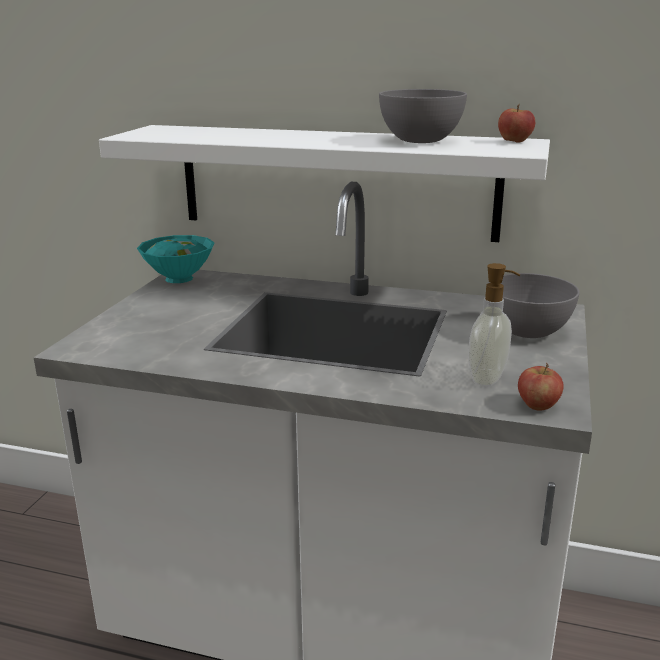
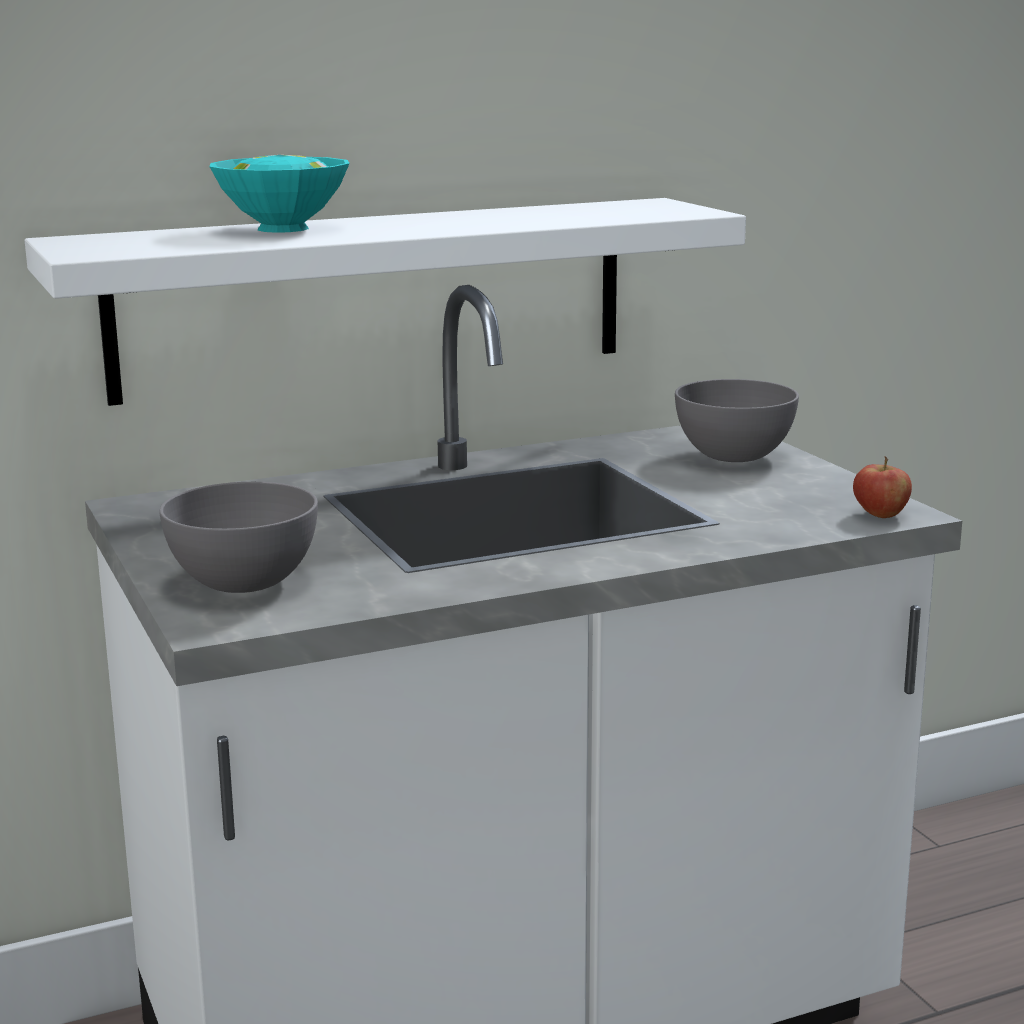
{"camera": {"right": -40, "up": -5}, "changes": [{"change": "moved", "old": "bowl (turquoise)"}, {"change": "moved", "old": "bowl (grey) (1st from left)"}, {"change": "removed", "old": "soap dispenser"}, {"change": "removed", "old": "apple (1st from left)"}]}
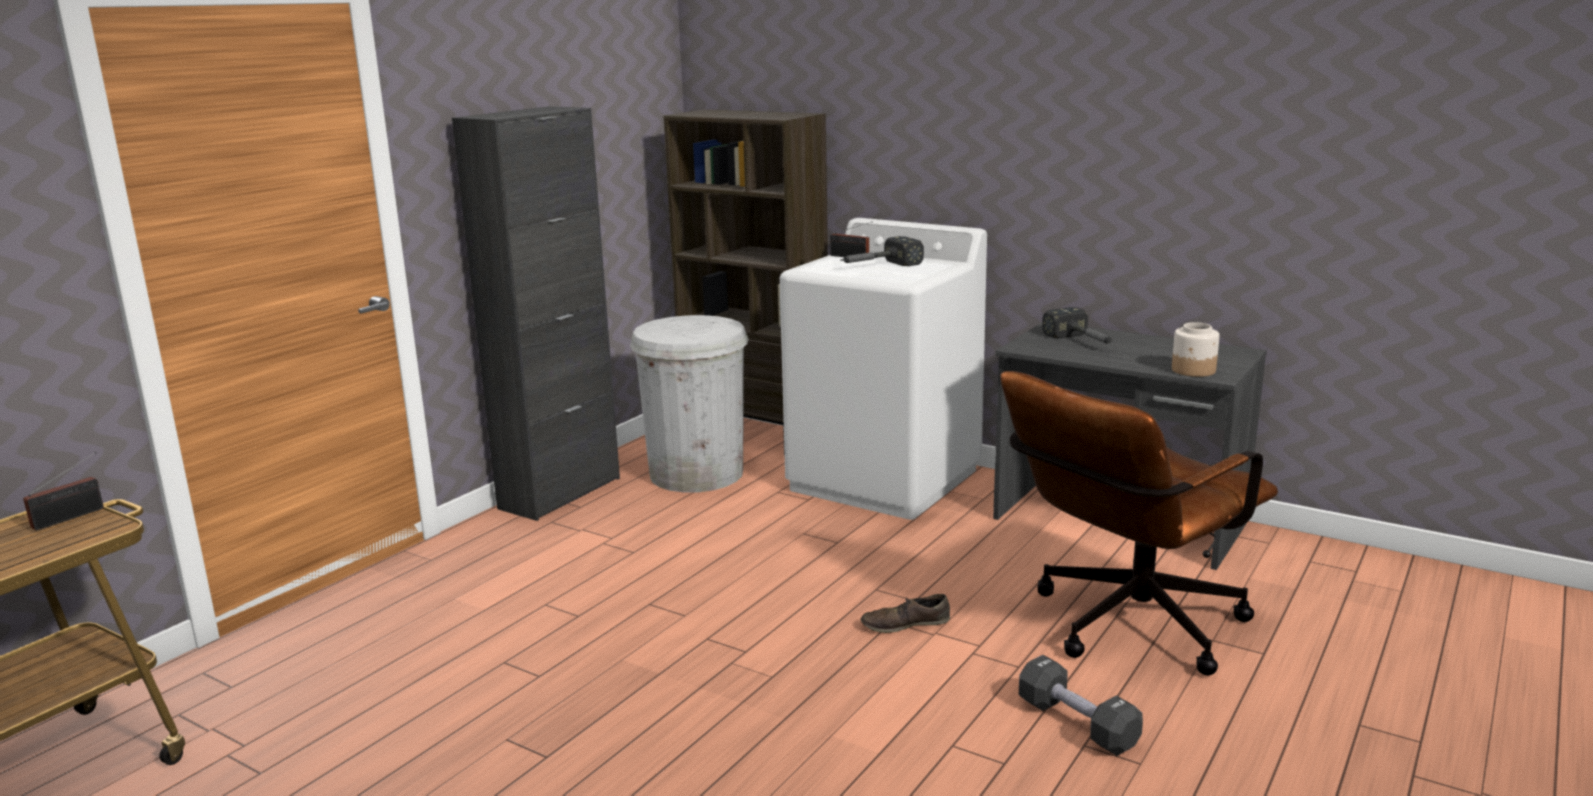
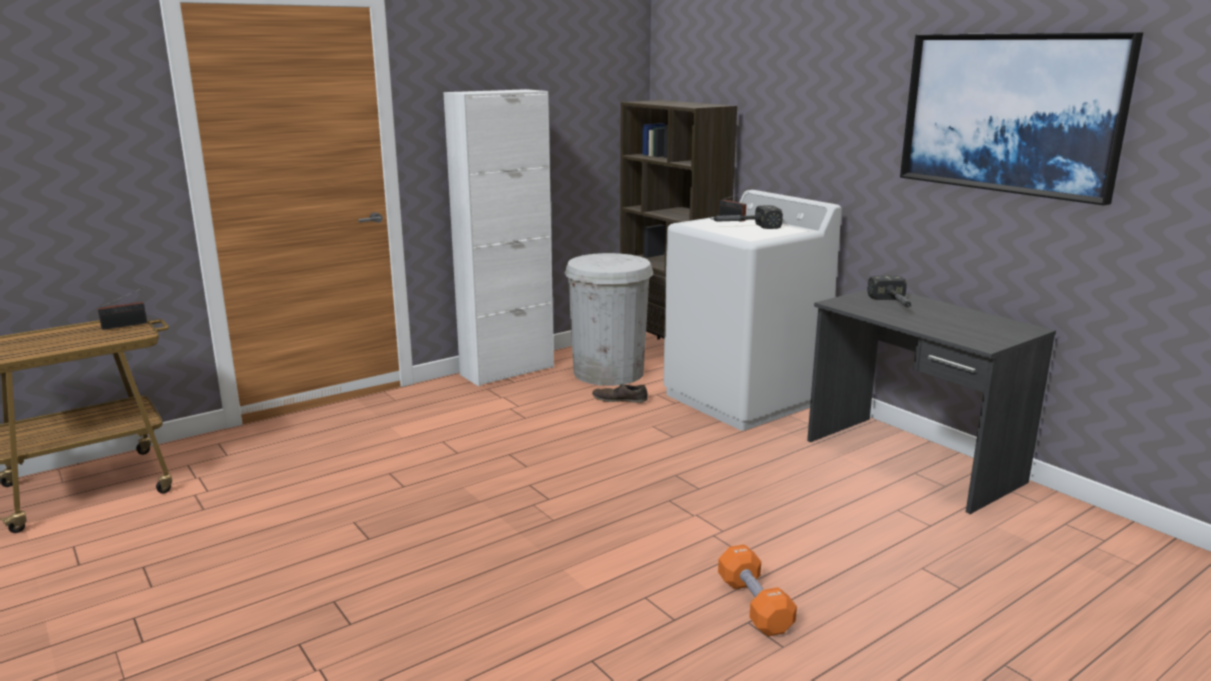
{"camera": {"right": 20, "up": 0}, "changes": [{"change": "recoloured", "old": "cabinet (black)", "new": "cabinet (white)"}, {"change": "moved", "old": "shoe (brown)"}, {"change": "removed", "old": "office chair (brown)"}, {"change": "recoloured", "old": "dumbbell (black)", "new": "dumbbell (orange)"}, {"change": "removed", "old": "jar"}, {"change": "added", "new": "picture"}]}
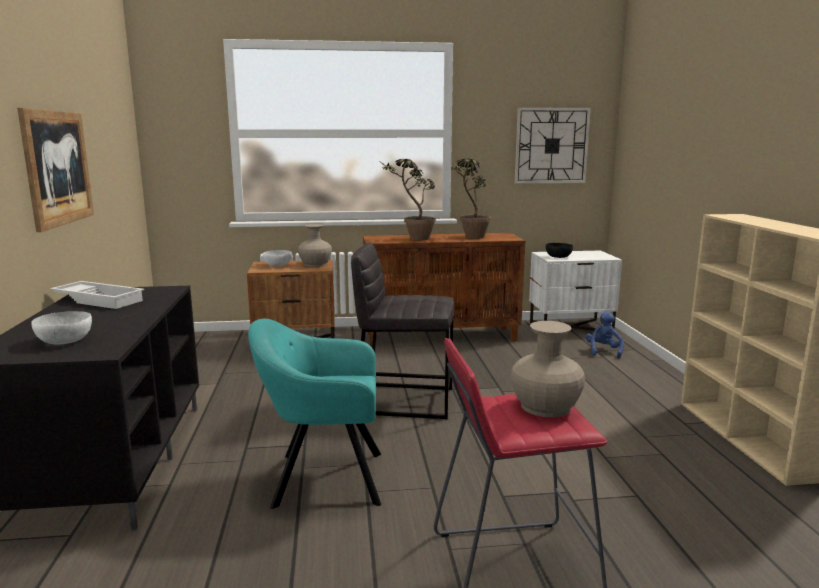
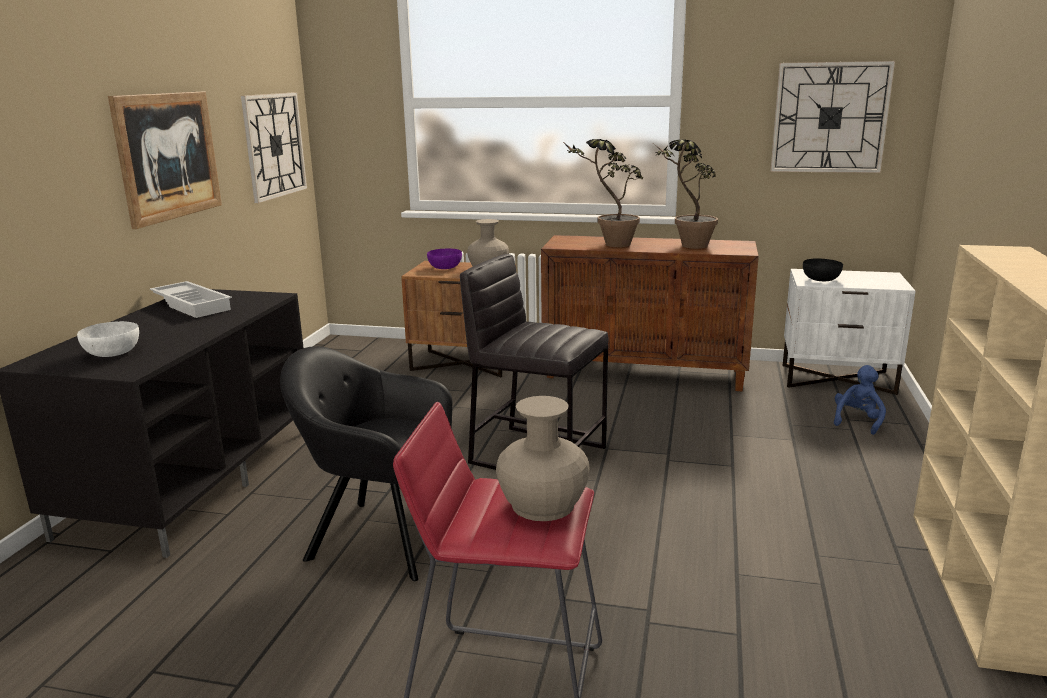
{"camera": {"right": 20, "up": 5}, "changes": [{"change": "recoloured", "old": "armchair (turquoise)", "new": "armchair (black)"}, {"change": "recoloured", "old": "bowl (white) (2nd from left)", "new": "bowl (purple)"}, {"change": "added", "new": "wall clock (1st from left)"}]}
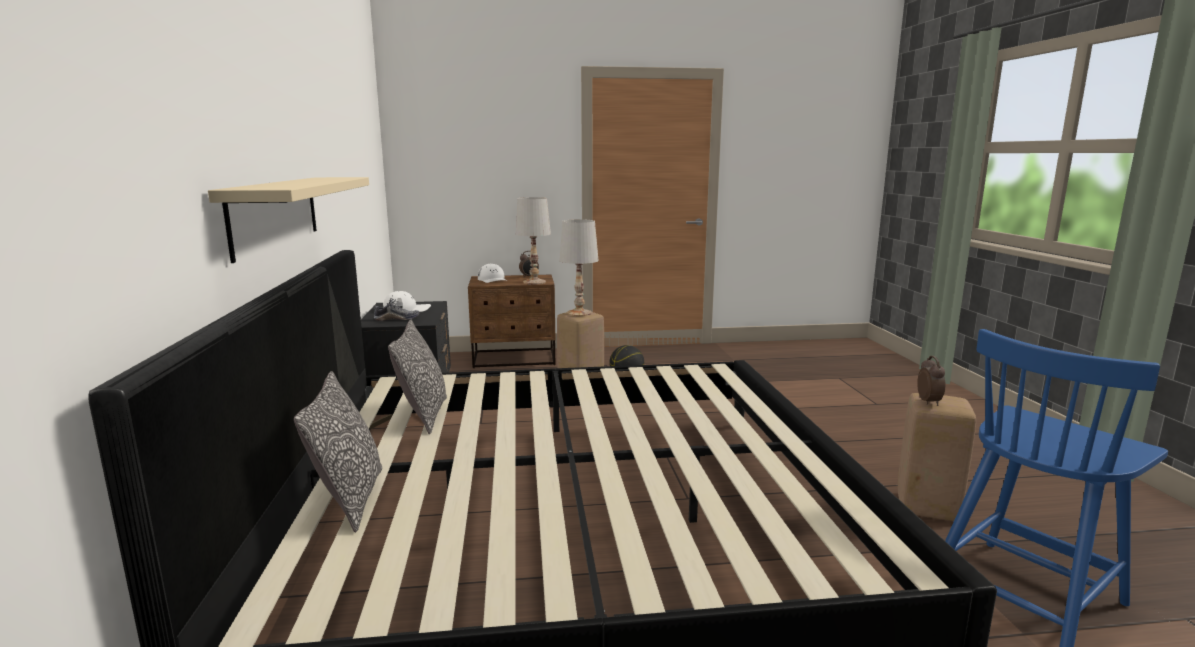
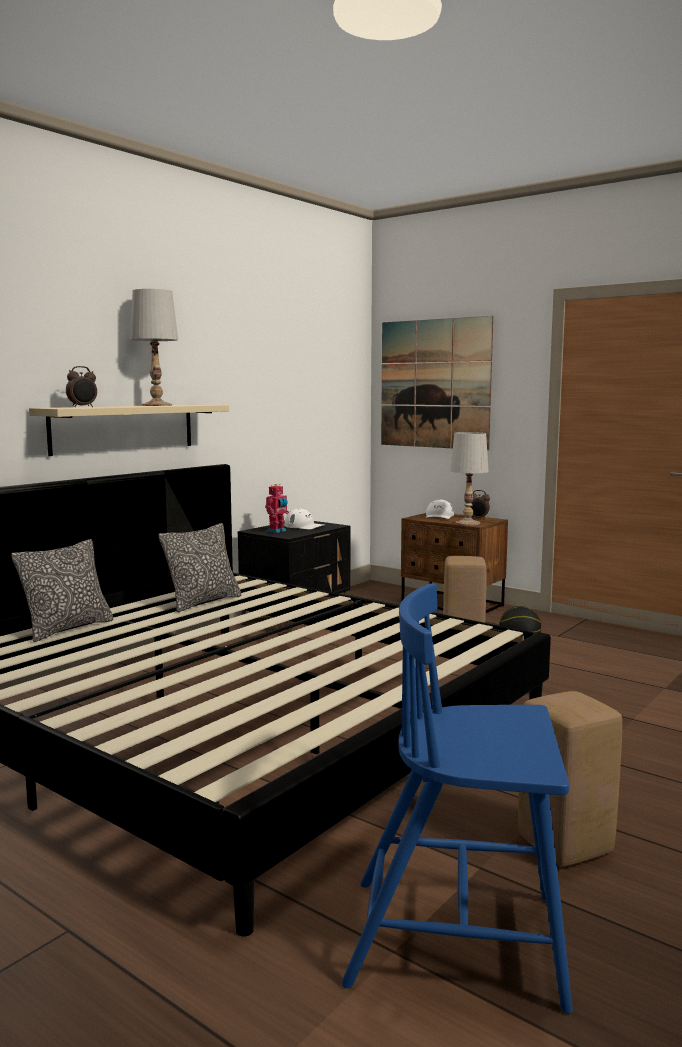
{"camera": {"right": 45, "up": -5}, "changes": [{"change": "replaced", "old": "shoe", "new": "toy robot"}, {"change": "moved", "old": "table lamp (white) (2nd from left in the first image)", "new": "table lamp (white) (1st from left)"}, {"change": "moved", "old": "alarm clock (2nd from left in the first image)", "new": "alarm clock (1st from left)"}, {"change": "added", "new": "picture"}]}
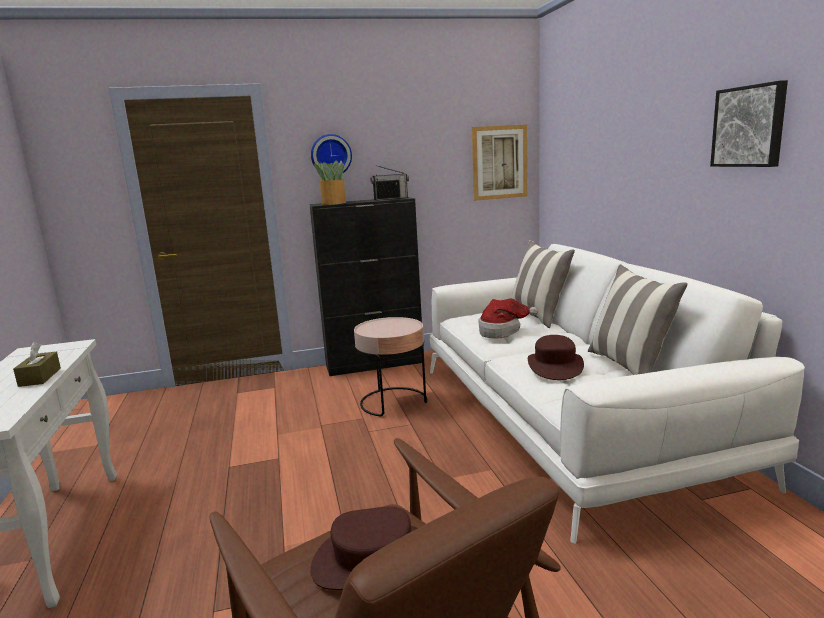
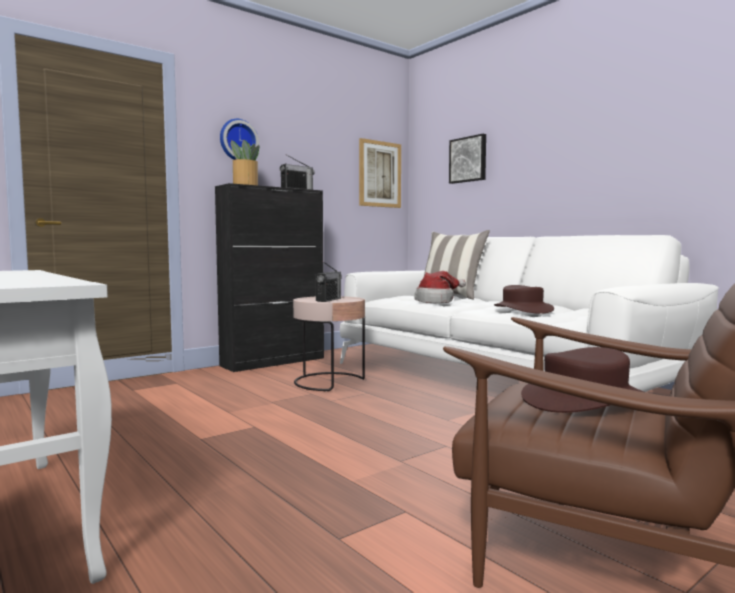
{"camera": {"right": -25, "up": -10}, "changes": [{"change": "removed", "old": "tissue box (brown)"}, {"change": "removed", "old": "pillow (2nd from left)"}, {"change": "moved", "old": "picture (2nd from left)"}, {"change": "added", "new": "radio (2nd from left)"}]}
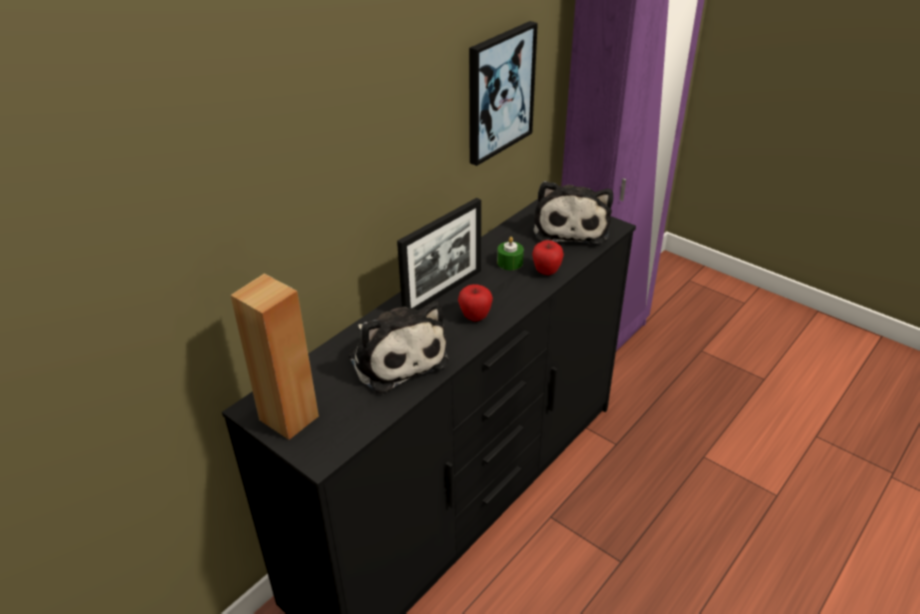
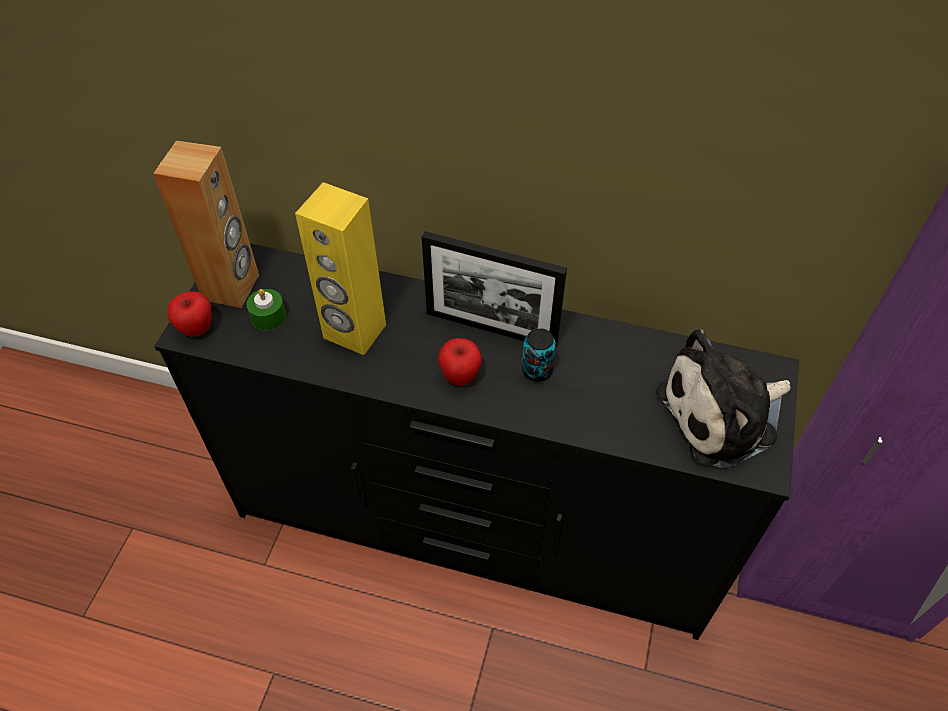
{"camera": {"right": 65, "up": 15}, "changes": [{"change": "replaced", "old": "plush toy (1st from left)", "new": "speaker (yellow)"}, {"change": "removed", "old": "picture"}, {"change": "moved", "old": "candle (green)"}, {"change": "moved", "old": "apple (2nd from left in the first image)", "new": "apple (1st from left)"}, {"change": "added", "new": "can"}]}
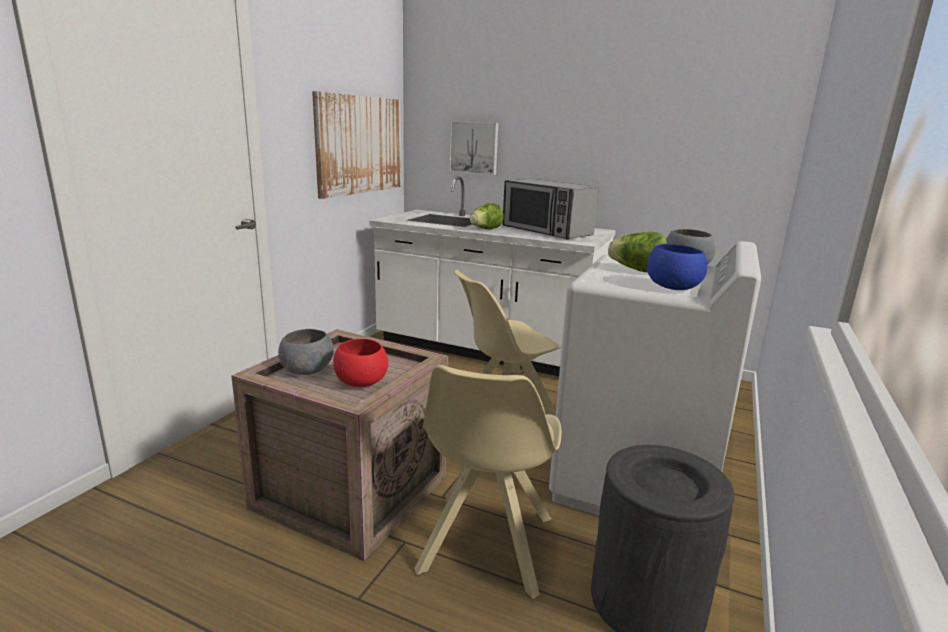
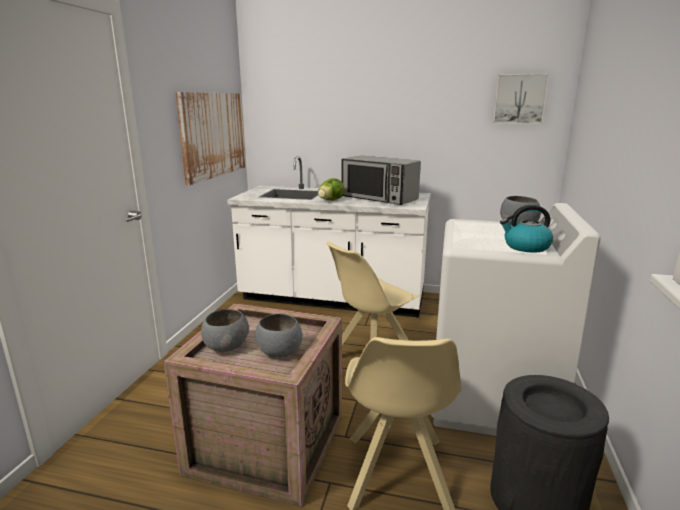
{"camera": {"right": -10, "up": 0}, "changes": [{"change": "recoloured", "old": "bowl (red)", "new": "bowl (grey) (2nd from left)"}, {"change": "moved", "old": "picture (2nd from left)"}, {"change": "removed", "old": "lettuce (2nd from left)"}, {"change": "replaced", "old": "bowl (blue)", "new": "kettle"}]}
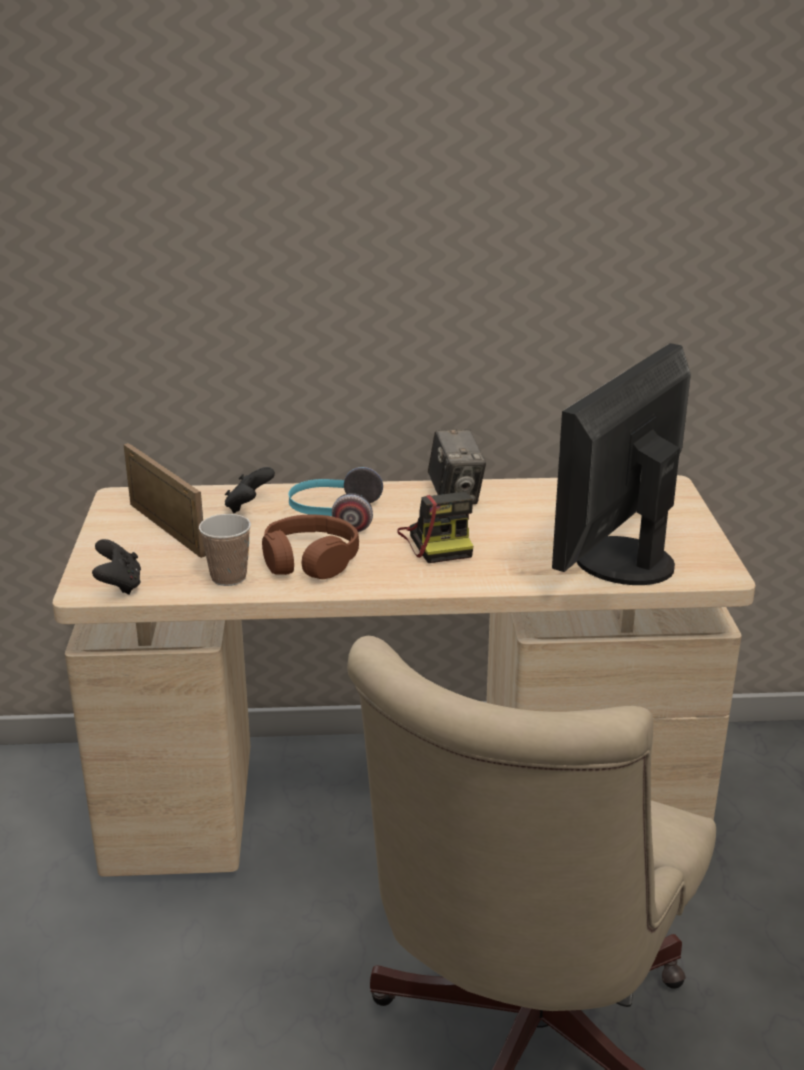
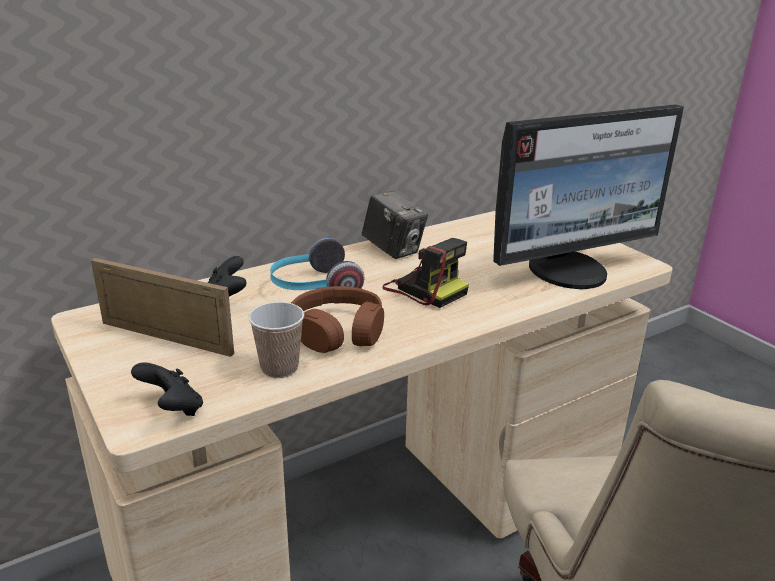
{"camera": {"right": -30, "up": 0}, "changes": [{"change": "turned", "old": "monitor", "degrees": -120}]}
